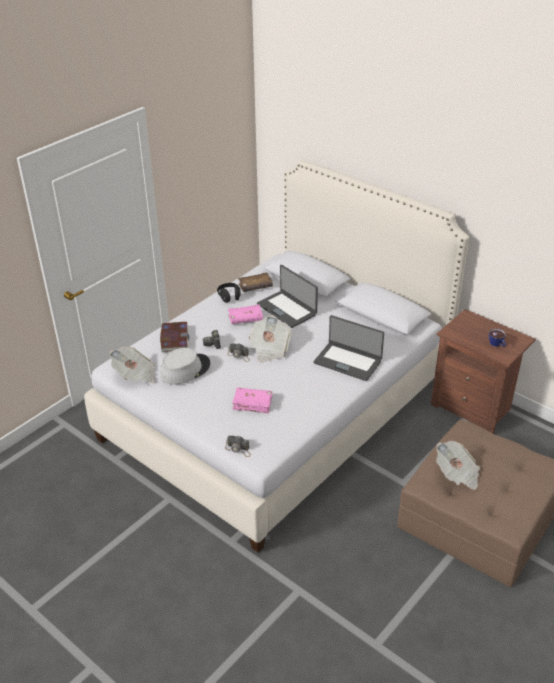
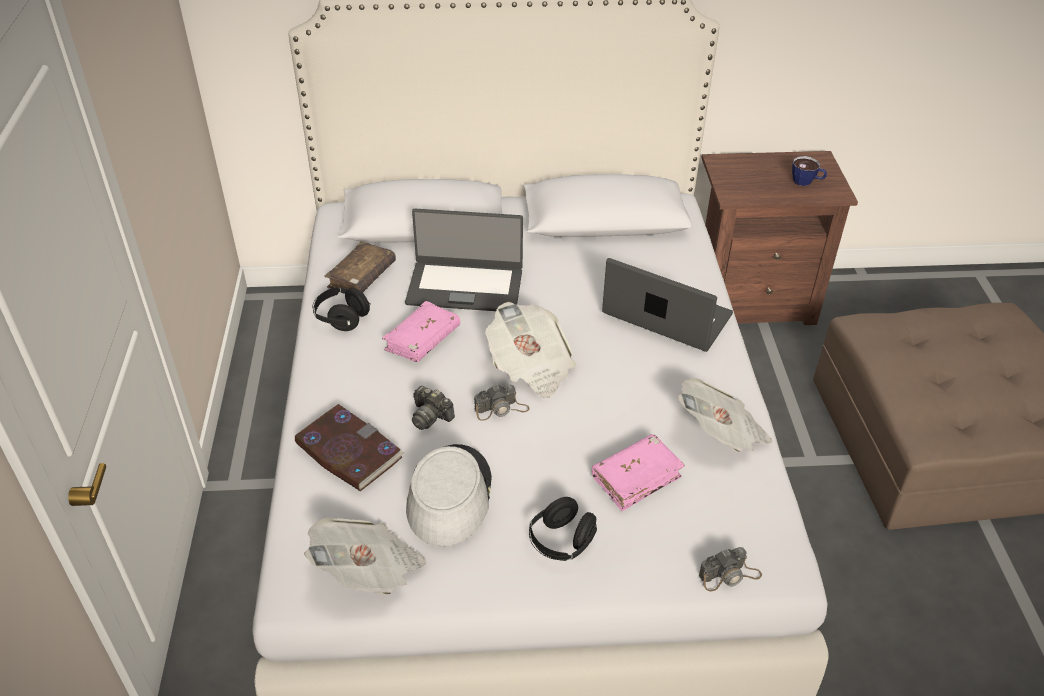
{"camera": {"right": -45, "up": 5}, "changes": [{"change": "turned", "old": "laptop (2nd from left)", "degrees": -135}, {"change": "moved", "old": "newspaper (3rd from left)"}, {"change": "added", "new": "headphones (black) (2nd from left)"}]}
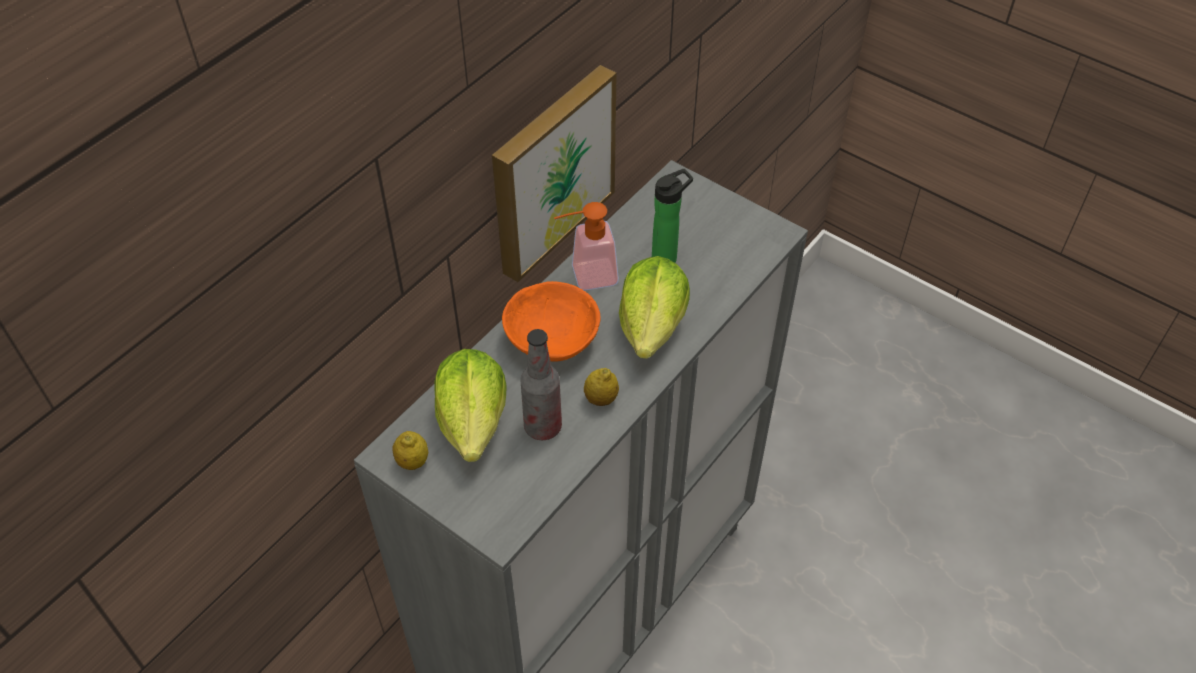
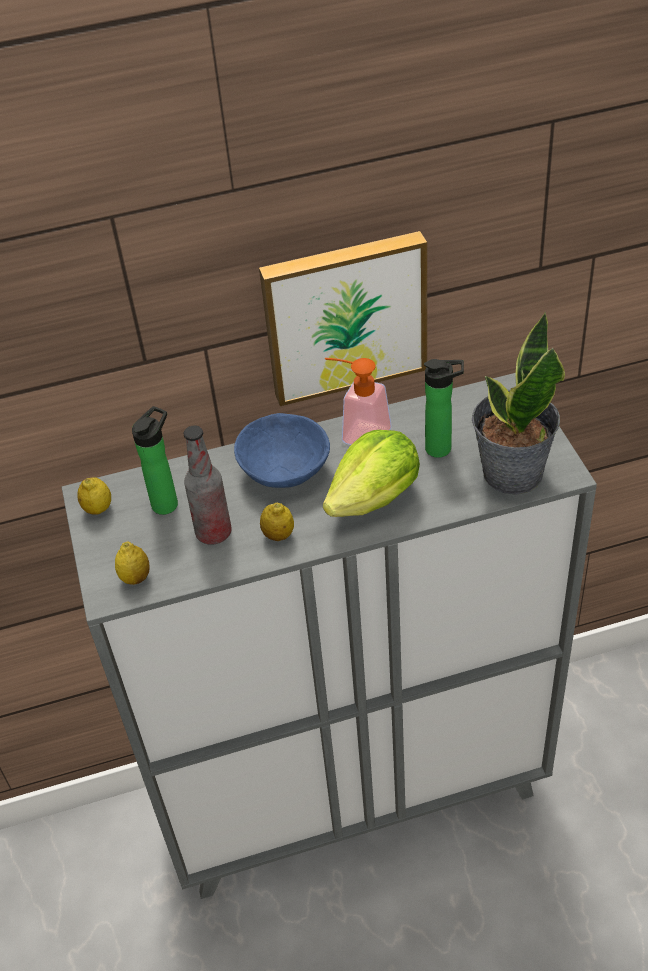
{"camera": {"right": 40, "up": -5}, "changes": [{"change": "replaced", "old": "lettuce (1st from left)", "new": "bottle (1st from left)"}, {"change": "recoloured", "old": "bowl (orange)", "new": "bowl (blue)"}, {"change": "added", "new": "lemon (2nd from left)"}, {"change": "added", "new": "potted plant"}]}
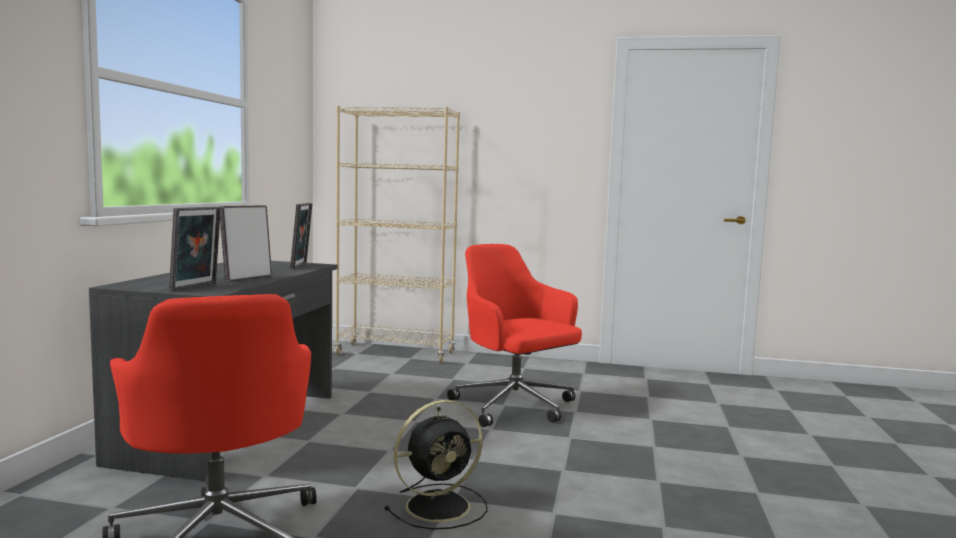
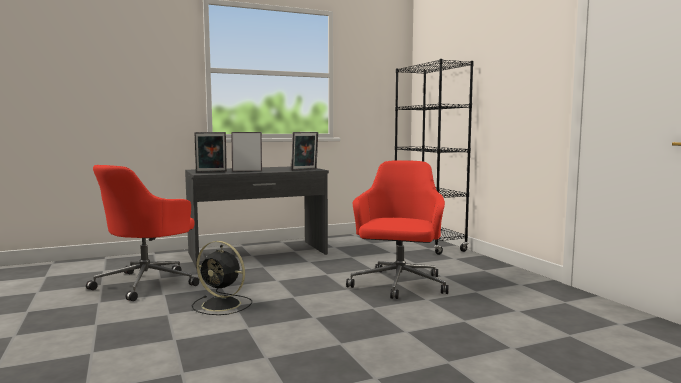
{"camera": {"right": 55, "up": 0}, "changes": [{"change": "recoloured", "old": "bookcase (beige)", "new": "bookcase (black)"}]}
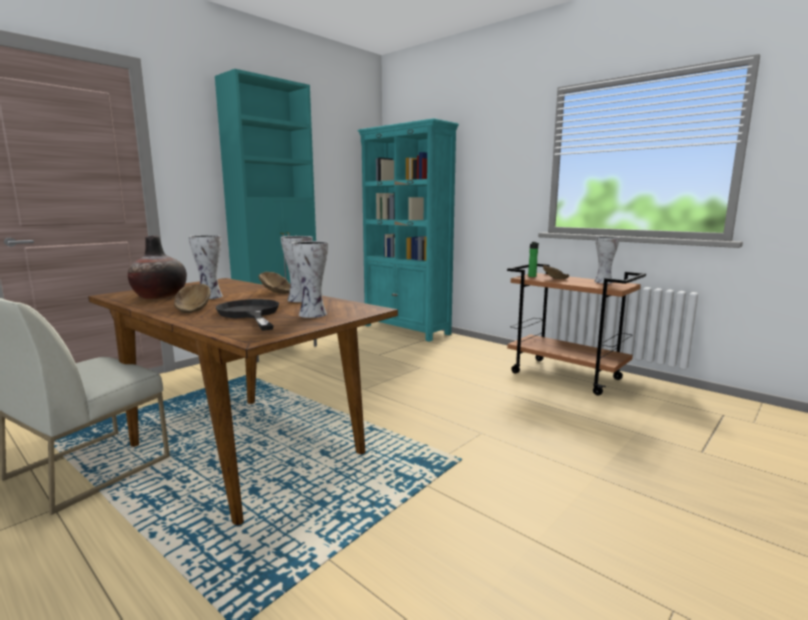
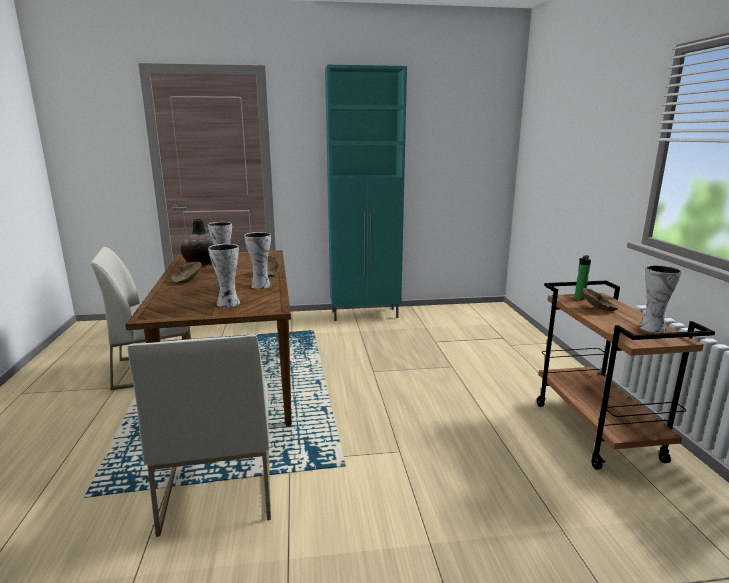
{"camera": {"right": 40, "up": 5}, "changes": [{"change": "removed", "old": "frying pan (black)"}, {"change": "removed", "old": "bookcase (turquoise)"}, {"change": "added", "new": "chair (white) (2nd from left)"}]}
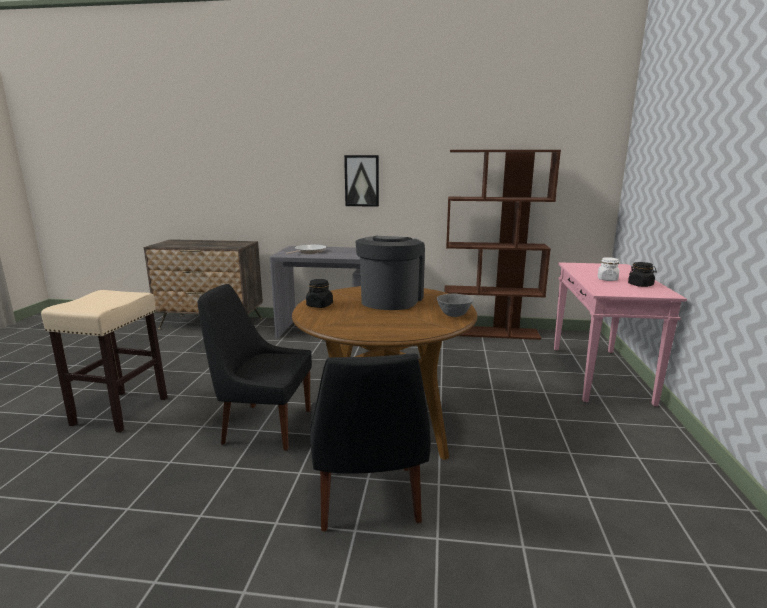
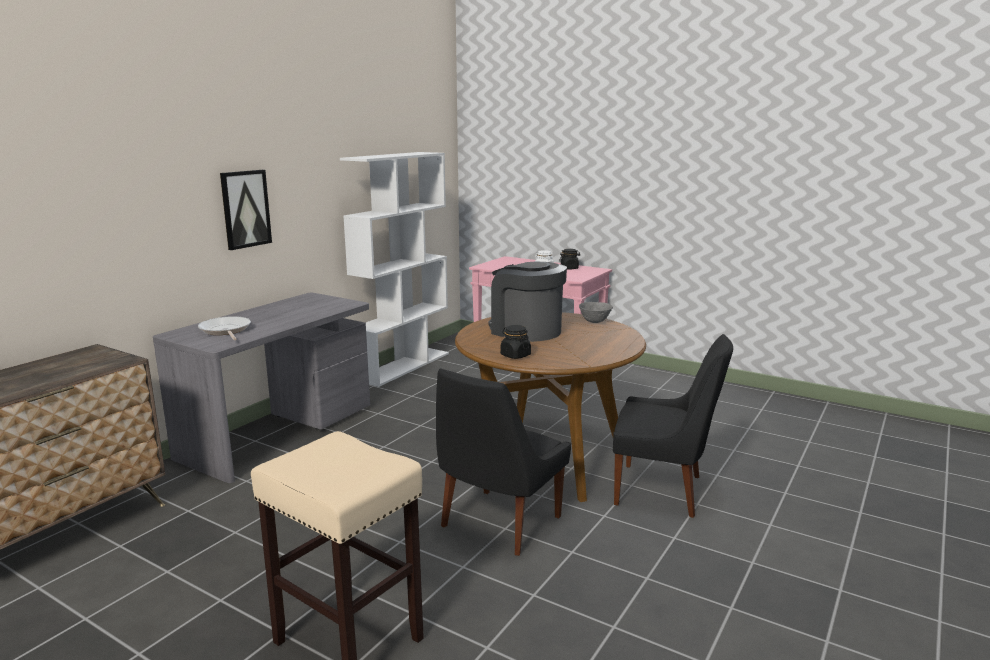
{"camera": {"right": -65, "up": 0}, "changes": [{"change": "recoloured", "old": "bookcase (brown)", "new": "bookcase (white)"}]}
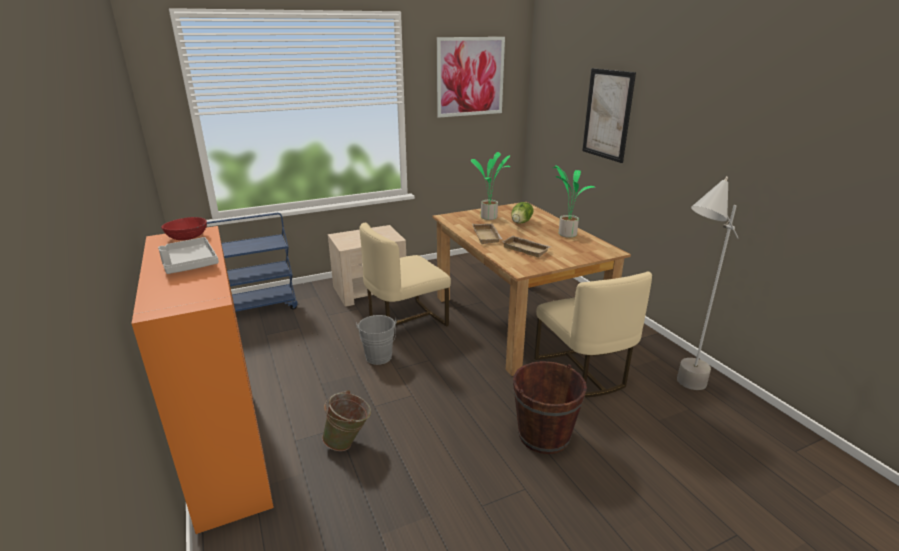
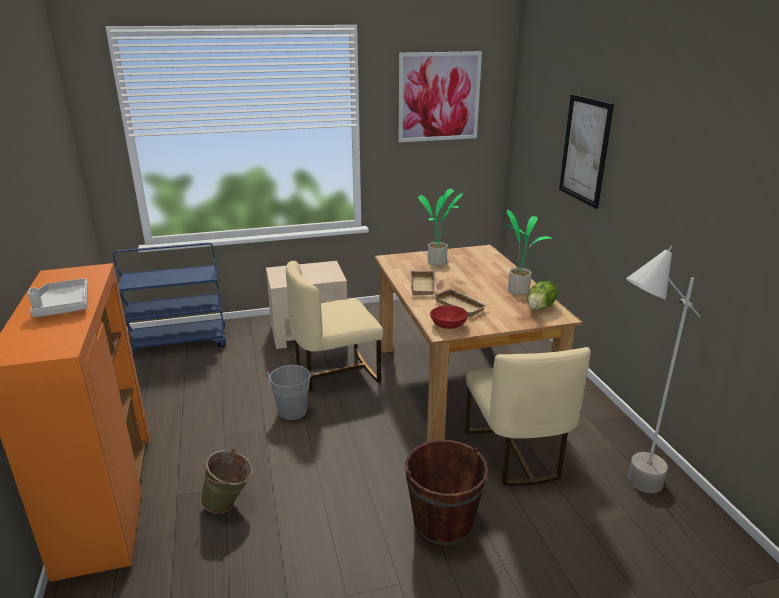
{"camera": {"right": 10, "up": 0}, "changes": [{"change": "moved", "old": "bowl (red)"}, {"change": "moved", "old": "lettuce"}]}
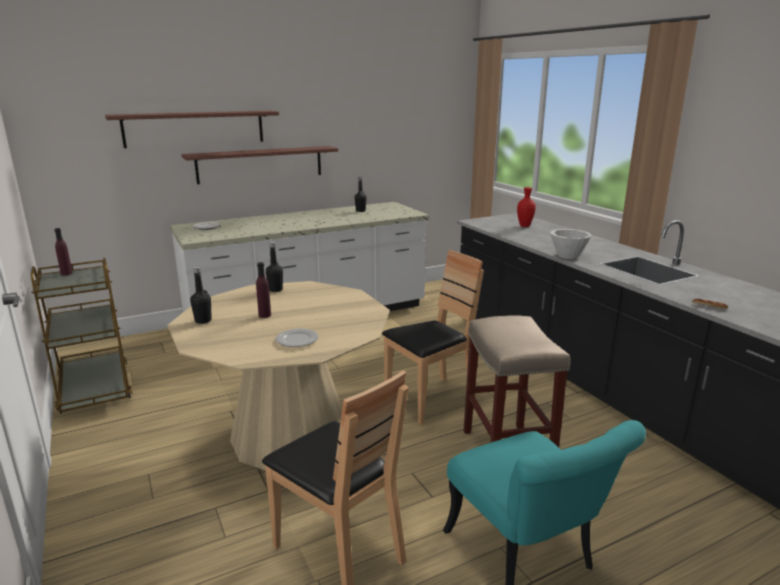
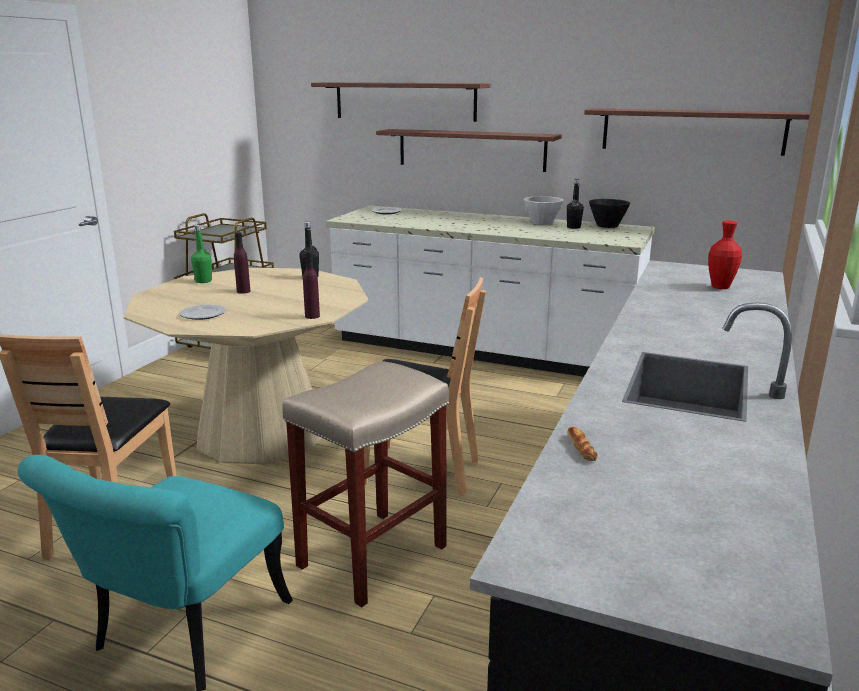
{"camera": {"right": 50, "up": 0}, "changes": [{"change": "moved", "old": "bottle (purple) (1st from left in the first image)", "new": "bottle (purple) (2nd from left)"}, {"change": "recoloured", "old": "bottle (black) (1st from left)", "new": "bottle (green)"}, {"change": "moved", "old": "bowl (white)"}, {"change": "added", "new": "shelf (3rd from left)"}, {"change": "added", "new": "bowl (black)"}]}
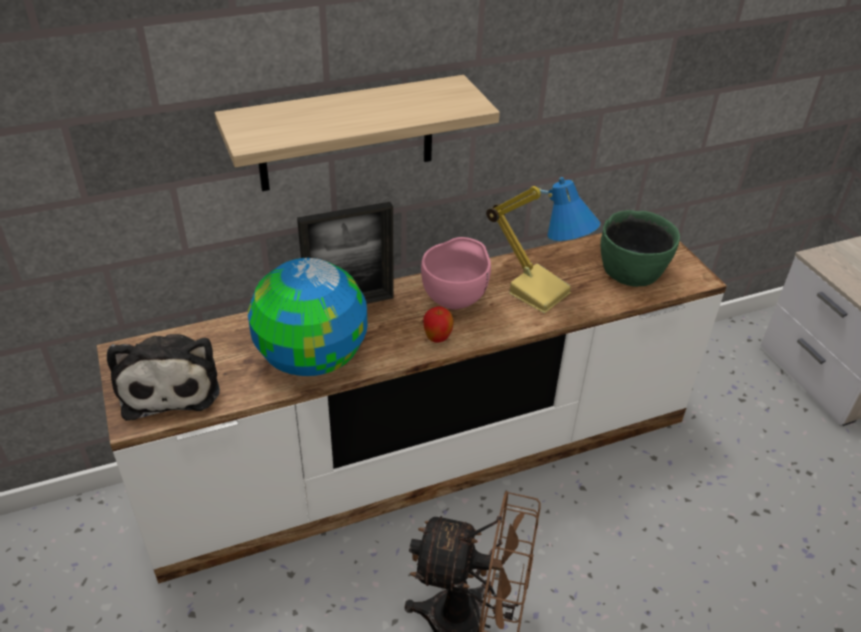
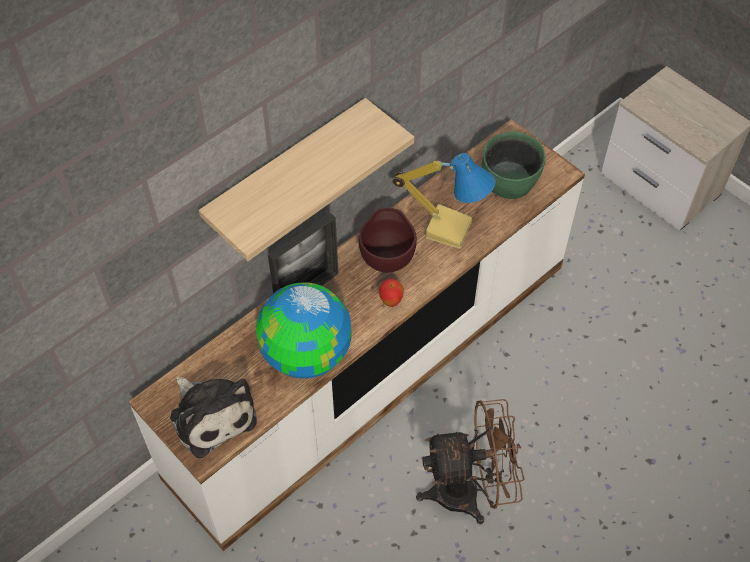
{"camera": {"right": -20, "up": 15}, "changes": [{"change": "recoloured", "old": "bowl (pink)", "new": "bowl (brown)"}]}
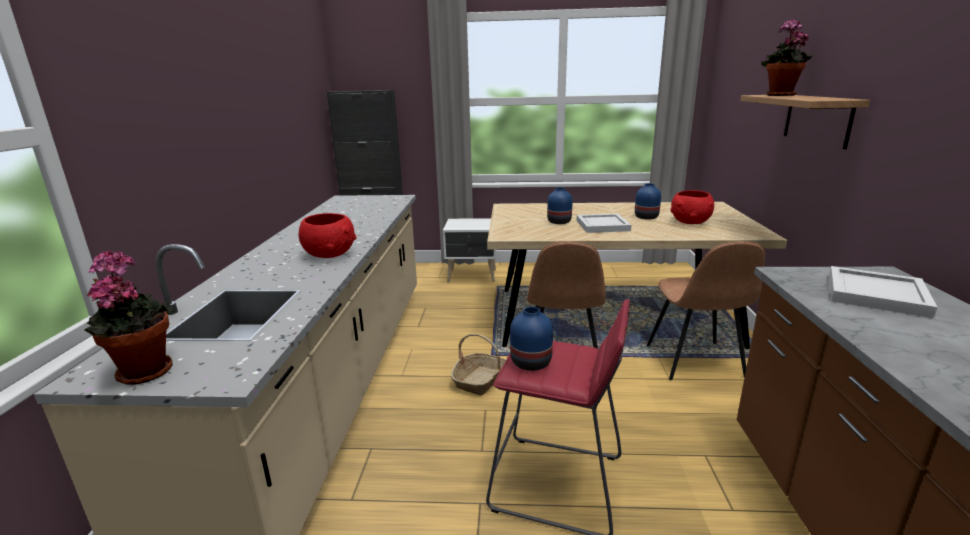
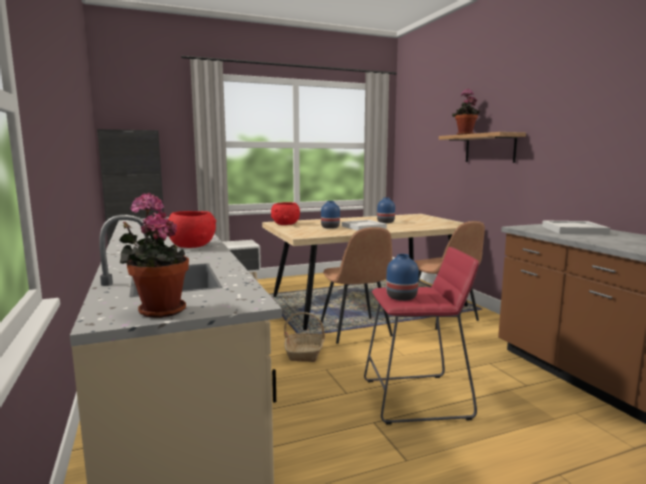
{"camera": {"right": -25, "up": -10}, "changes": [{"change": "moved", "old": "bowl (red) (2nd from left)"}]}
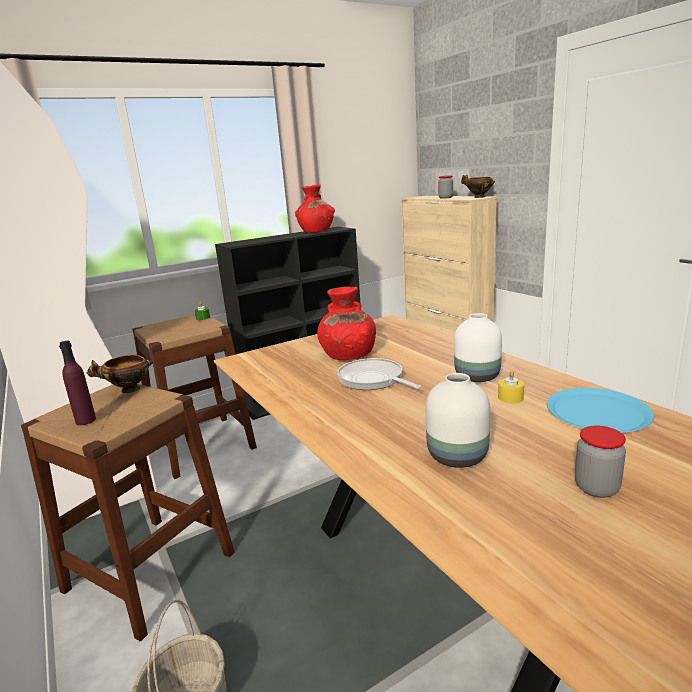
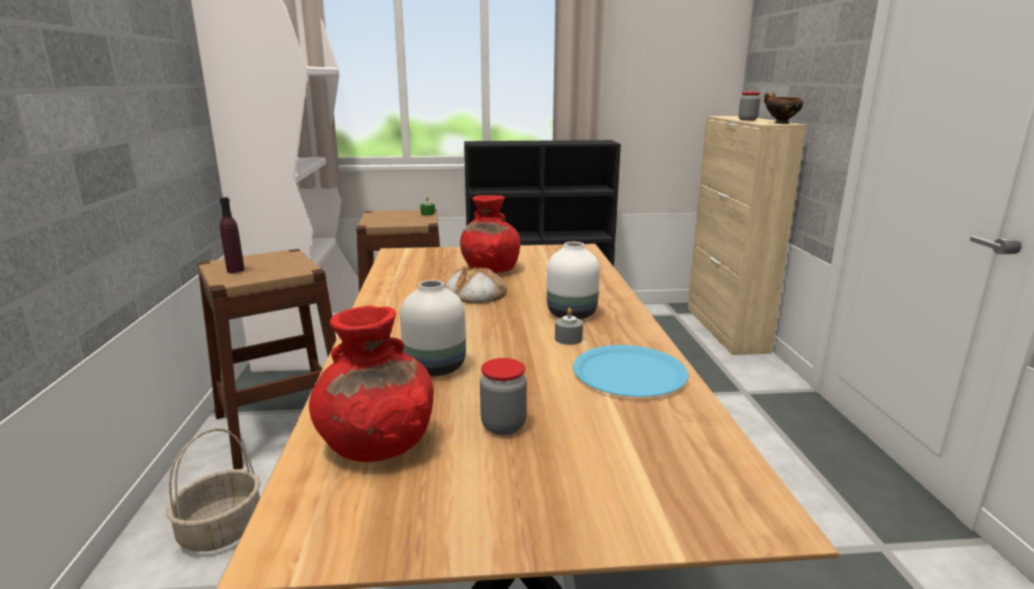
{"camera": {"right": 25, "up": 0}, "changes": [{"change": "removed", "old": "bowl (1st from left)"}, {"change": "moved", "old": "vase (red) (1st from left)"}, {"change": "replaced", "old": "frying pan", "new": "bread"}, {"change": "recoloured", "old": "candle (yellow)", "new": "candle (grey)"}]}
